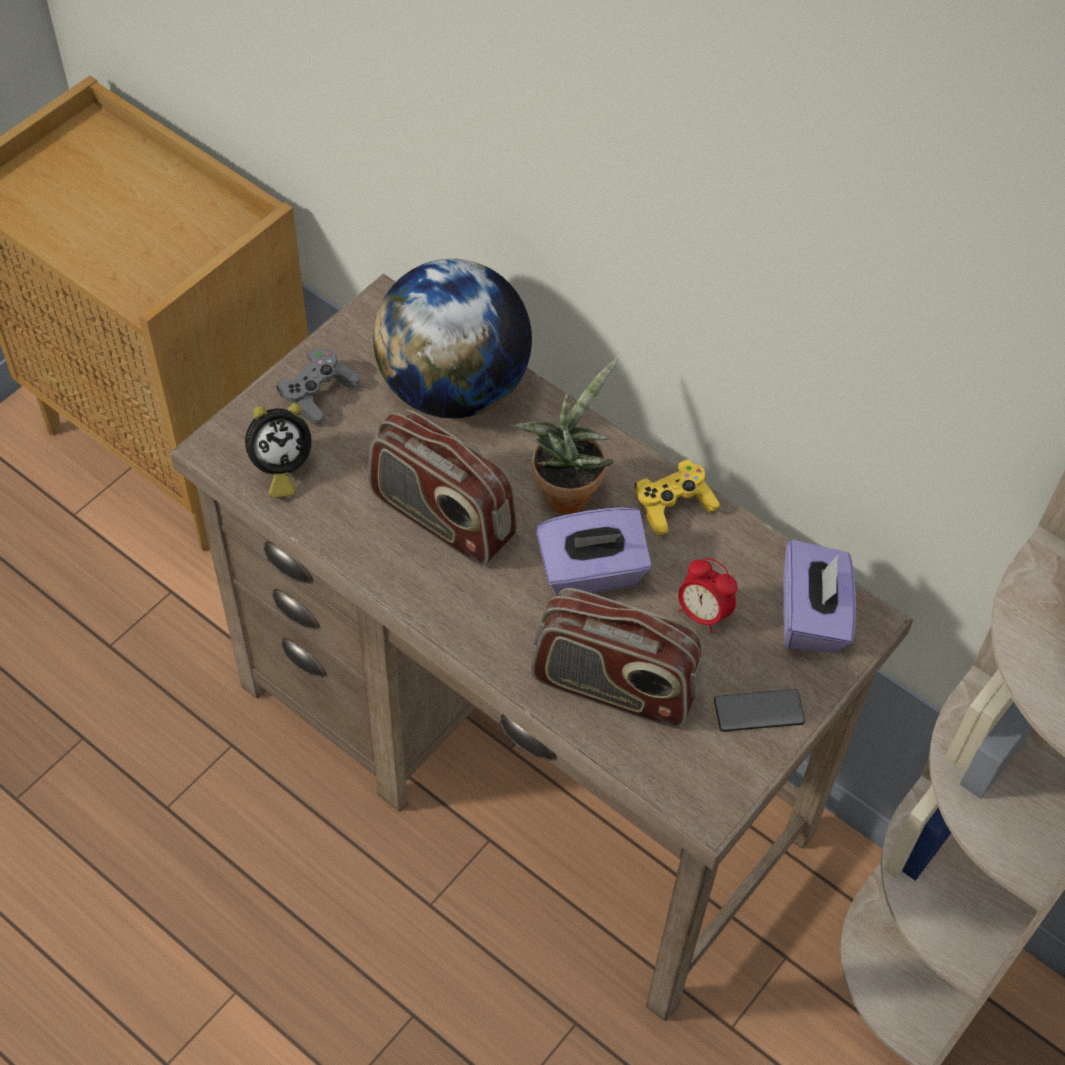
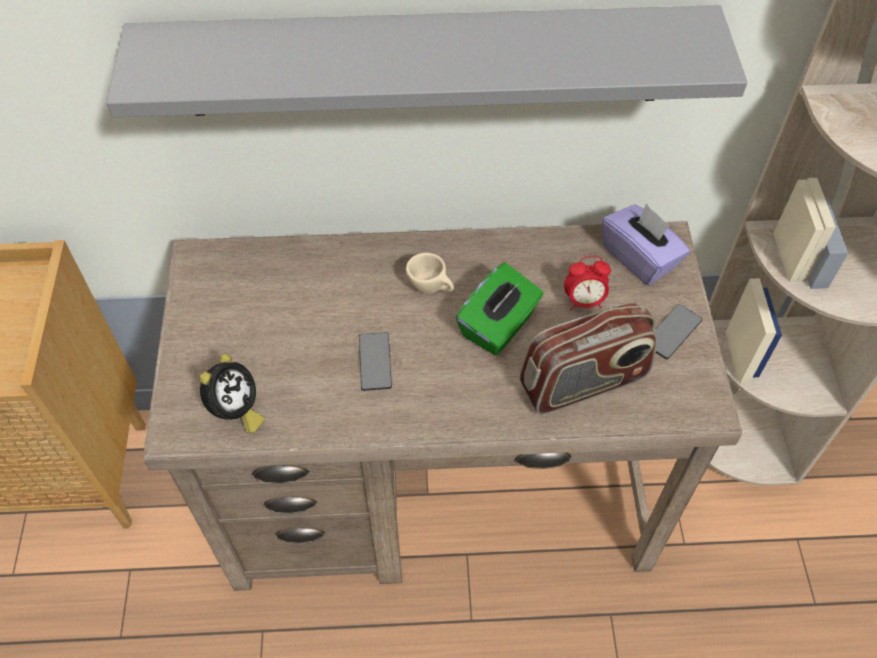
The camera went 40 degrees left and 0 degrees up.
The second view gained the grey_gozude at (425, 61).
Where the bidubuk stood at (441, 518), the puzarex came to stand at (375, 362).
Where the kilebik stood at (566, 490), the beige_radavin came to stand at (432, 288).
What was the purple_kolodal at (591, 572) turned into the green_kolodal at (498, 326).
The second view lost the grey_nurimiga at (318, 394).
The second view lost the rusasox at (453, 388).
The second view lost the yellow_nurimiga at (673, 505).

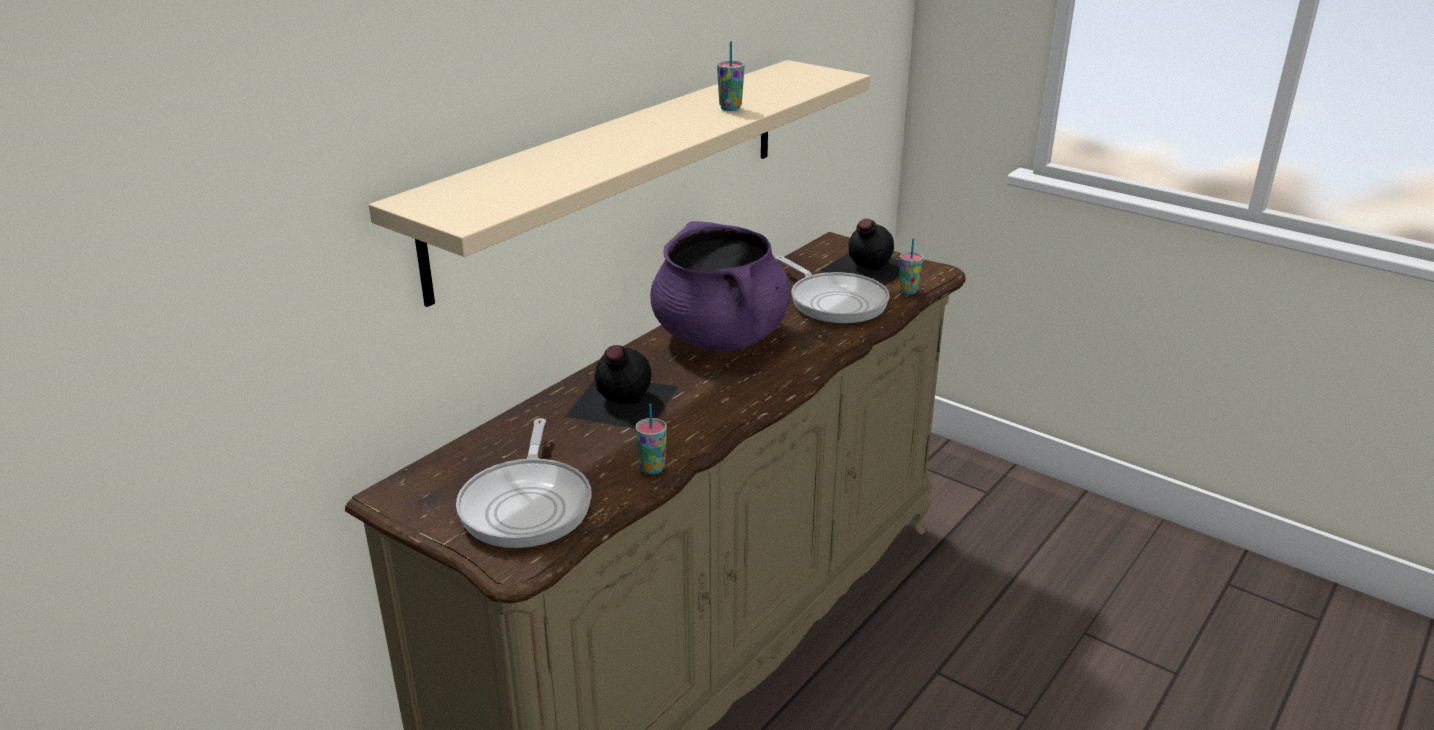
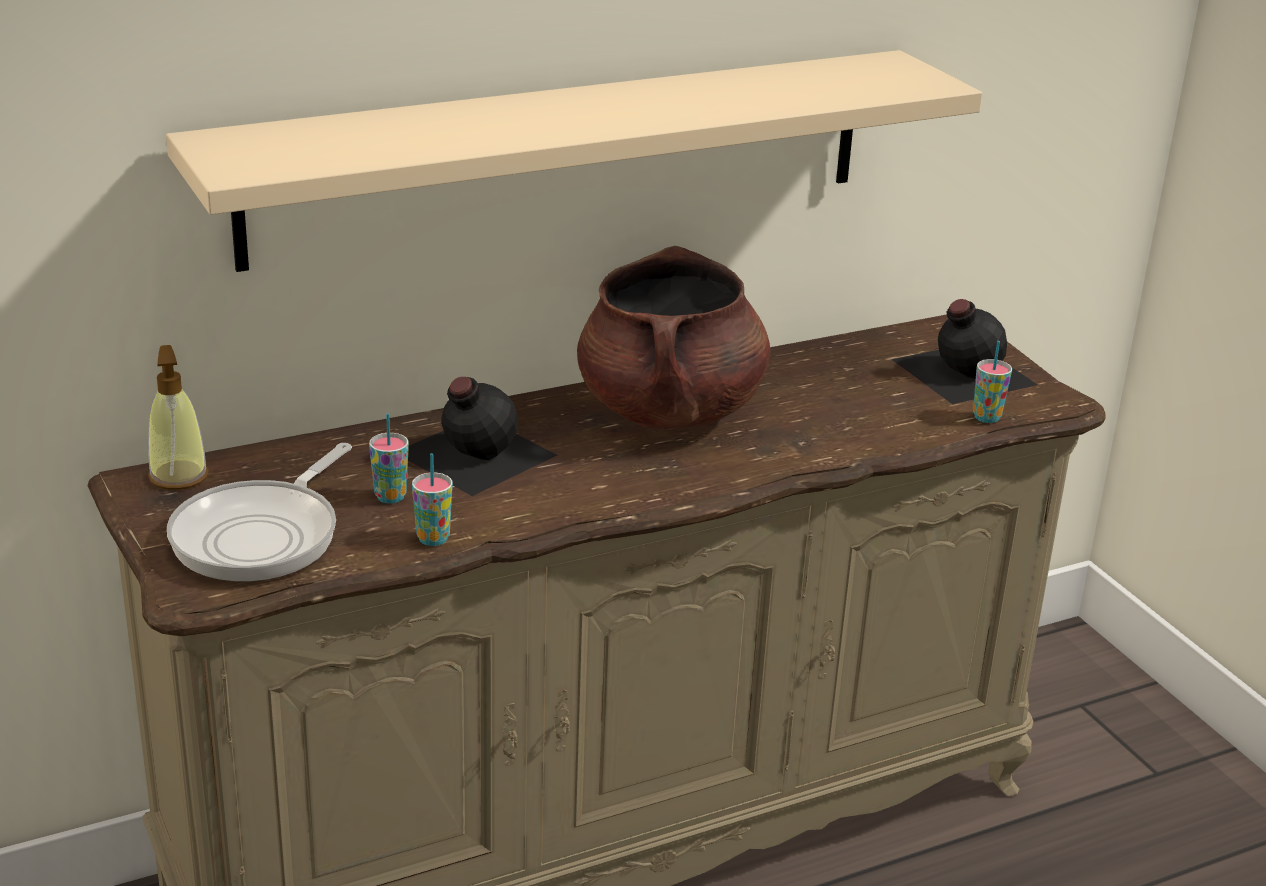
The camera went 25 degrees right and 0 degrees up.
The second view gained the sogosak at (178, 476).
The radavin ended up elsewhere, having gone from (730, 108) to (390, 497).
What was the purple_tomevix at (721, 337) turned into the brown_tomevix at (670, 411).
The second view lost the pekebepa at (834, 302).

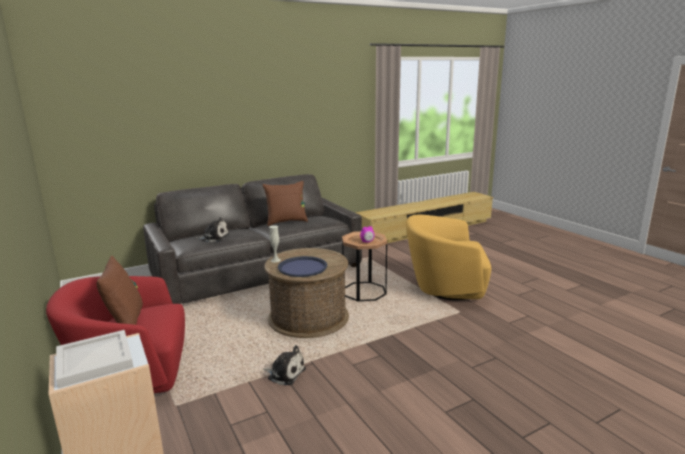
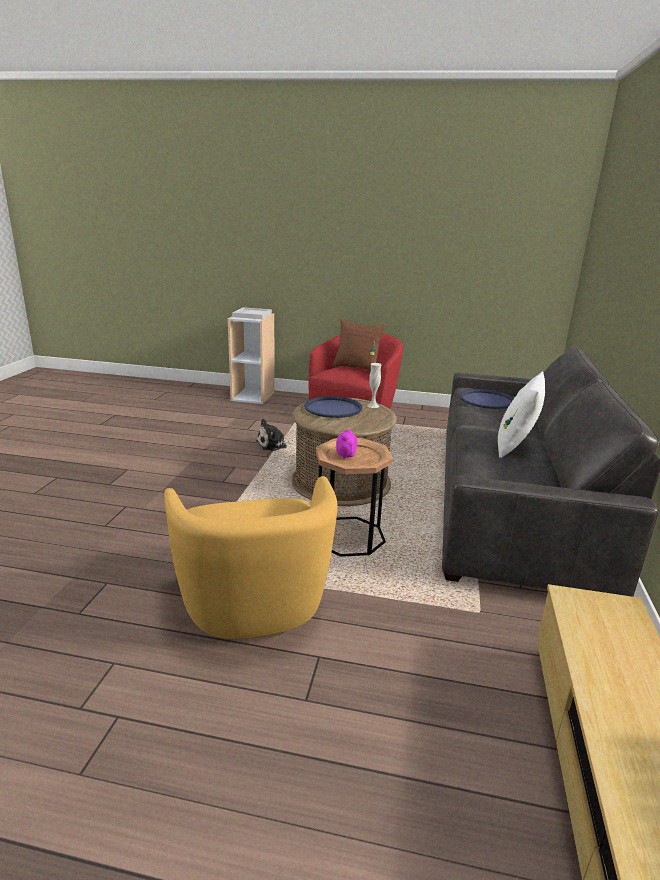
The camera went 130 degrees right and 5 degrees up.
The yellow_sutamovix at (445, 288) ended up facing another way, 120 degrees clockwise from before.
Where the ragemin stood at (214, 238), the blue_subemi came to stand at (487, 400).
What was the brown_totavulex at (286, 222) turned into the white_totavulex at (515, 446).

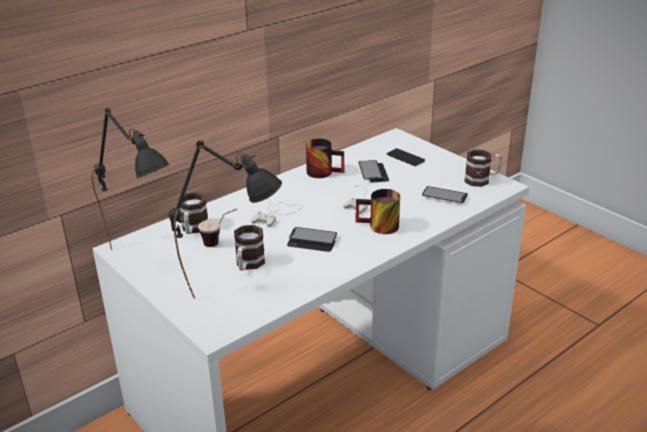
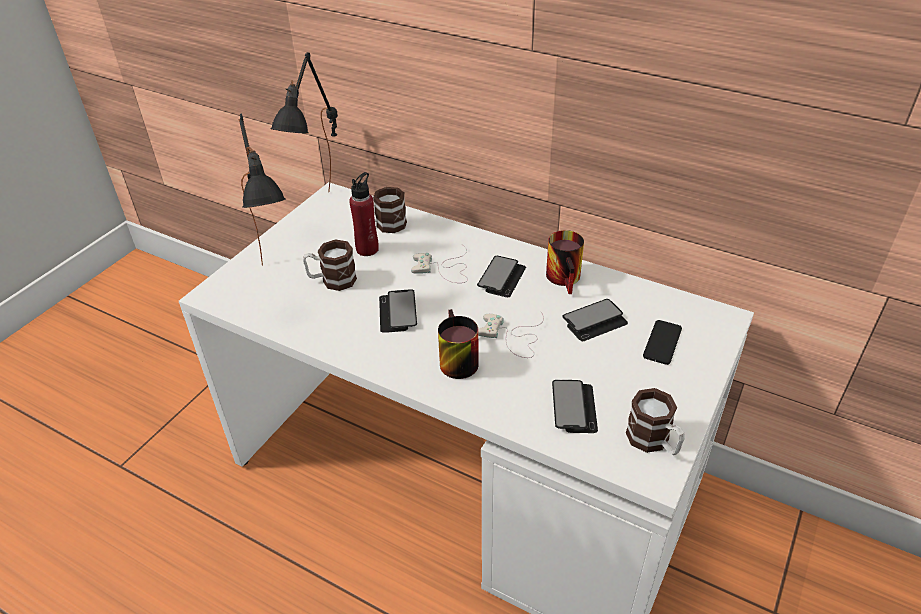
The camera went 70 degrees right and 10 degrees up.
Where the radavin stood at (220, 242), the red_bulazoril came to stand at (367, 249).
The second view gained the puzarex at (502, 278).

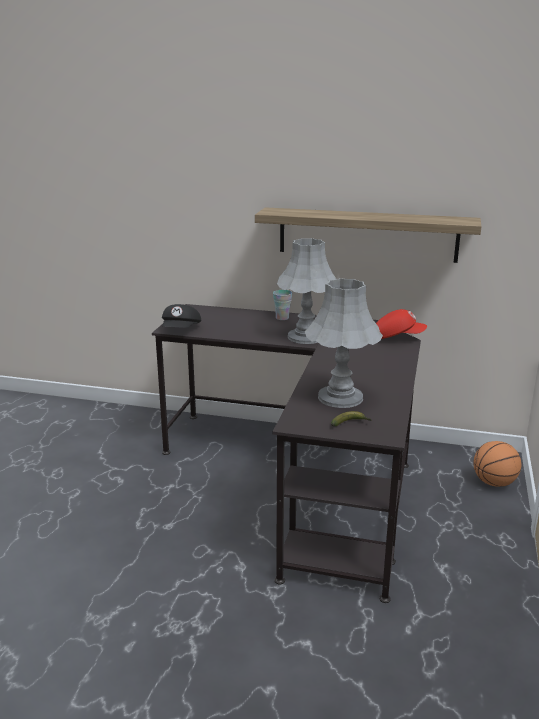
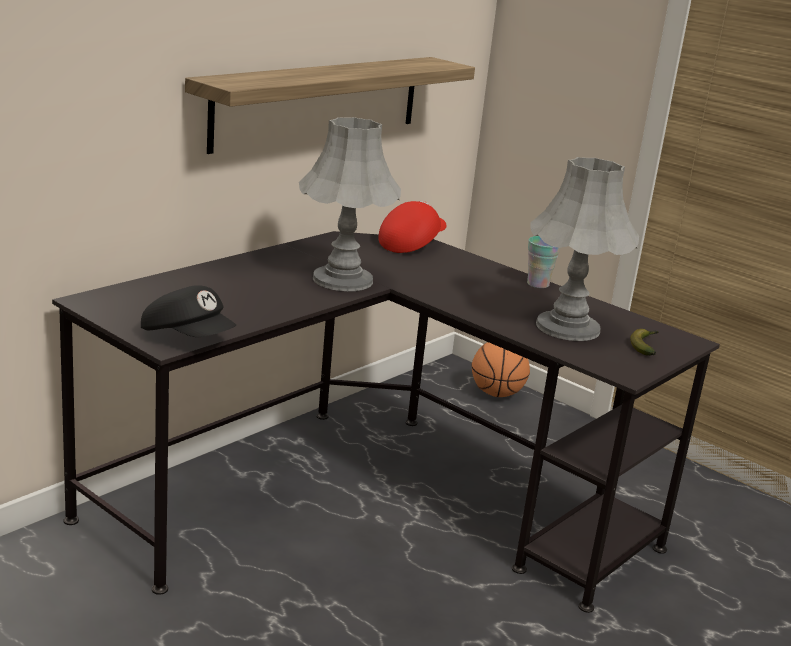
The camera went 65 degrees left and 0 degrees up.
The radavin ended up elsewhere, having gone from (282, 318) to (538, 284).

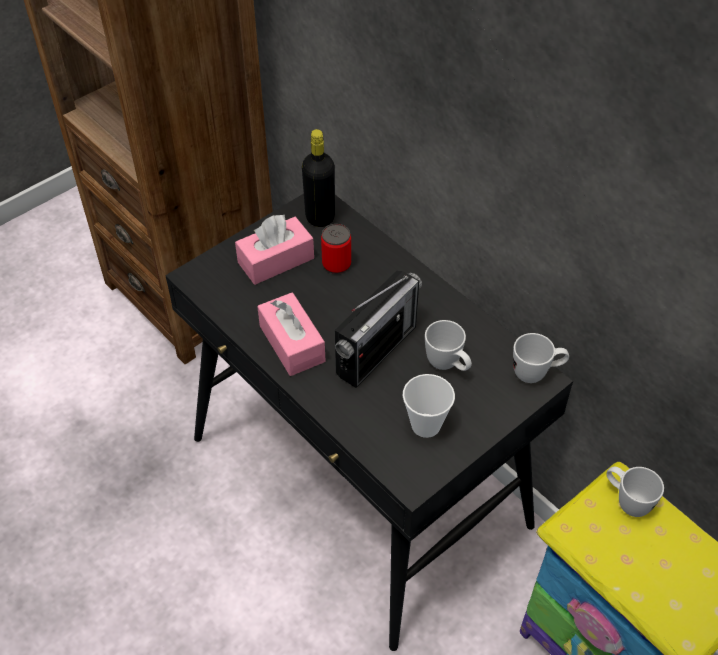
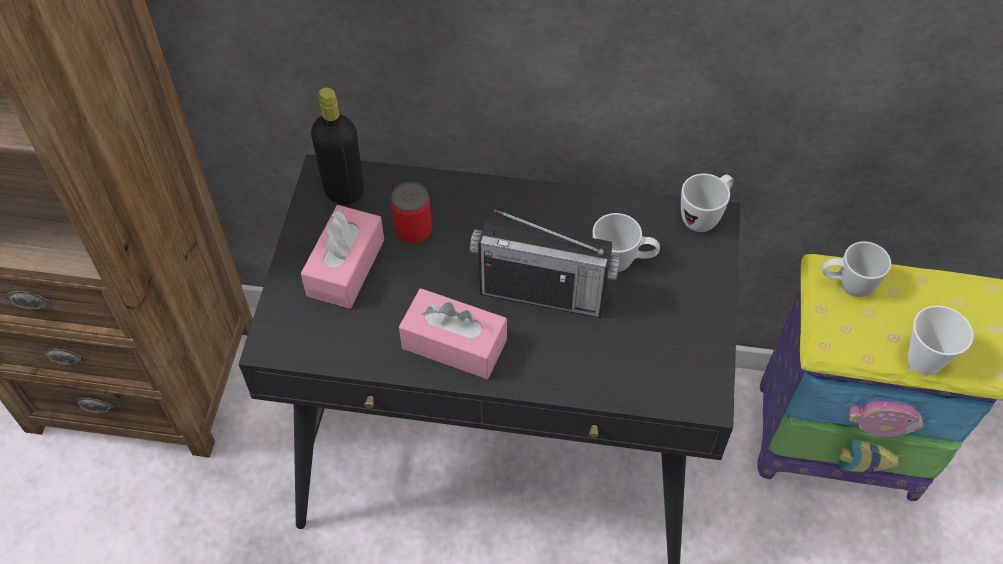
The camera went 40 degrees left and 5 degrees up.
The bidubuk at (376, 350) ended up facing another way, 105 degrees clockwise from before.
The radavin ended up elsewhere, having gone from (426, 425) to (924, 361).

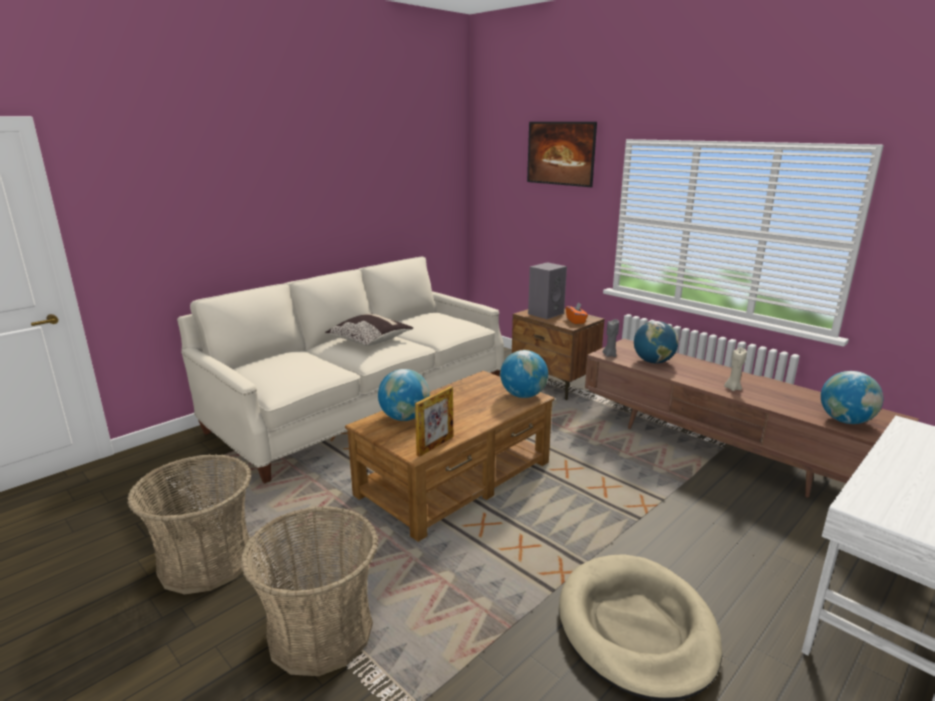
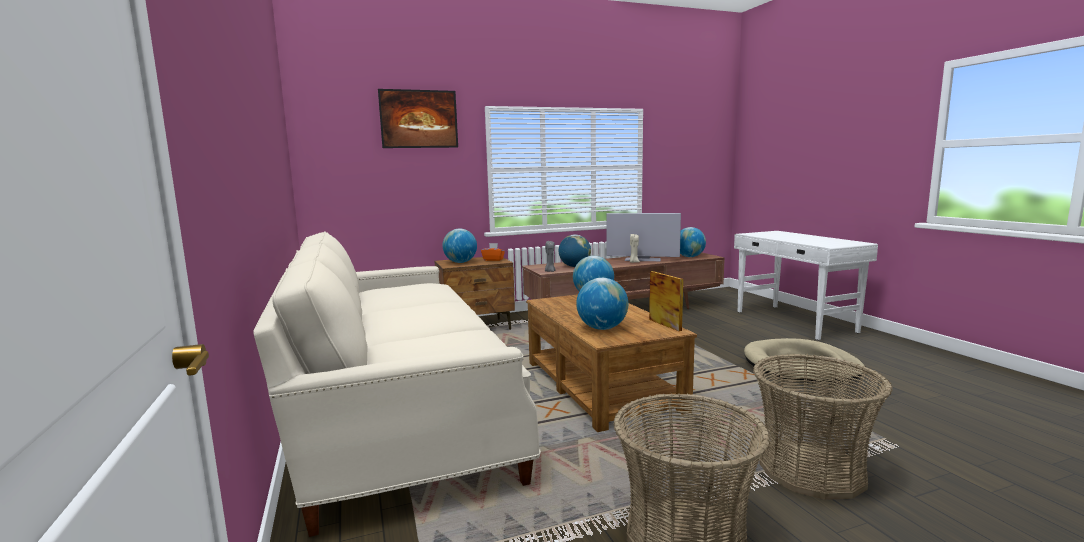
The camera went 65 degrees left and 10 degrees down.
Where the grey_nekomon stood at (546, 313), the rusasox came to stand at (460, 262).
The second view gained the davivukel at (642, 260).
The second view lost the totavulex at (370, 340).

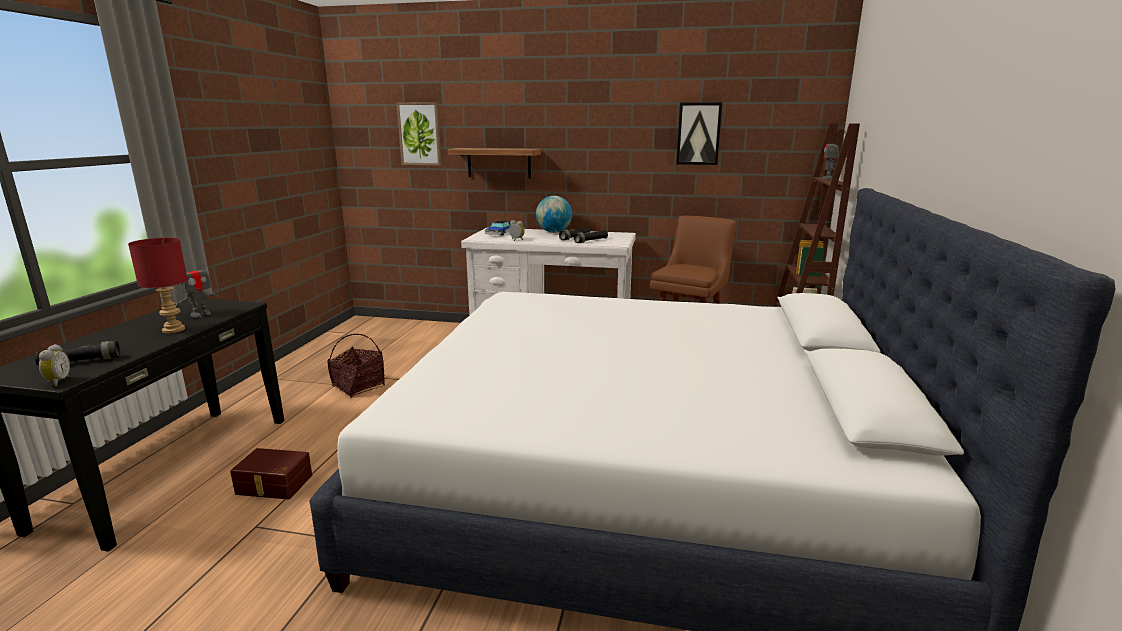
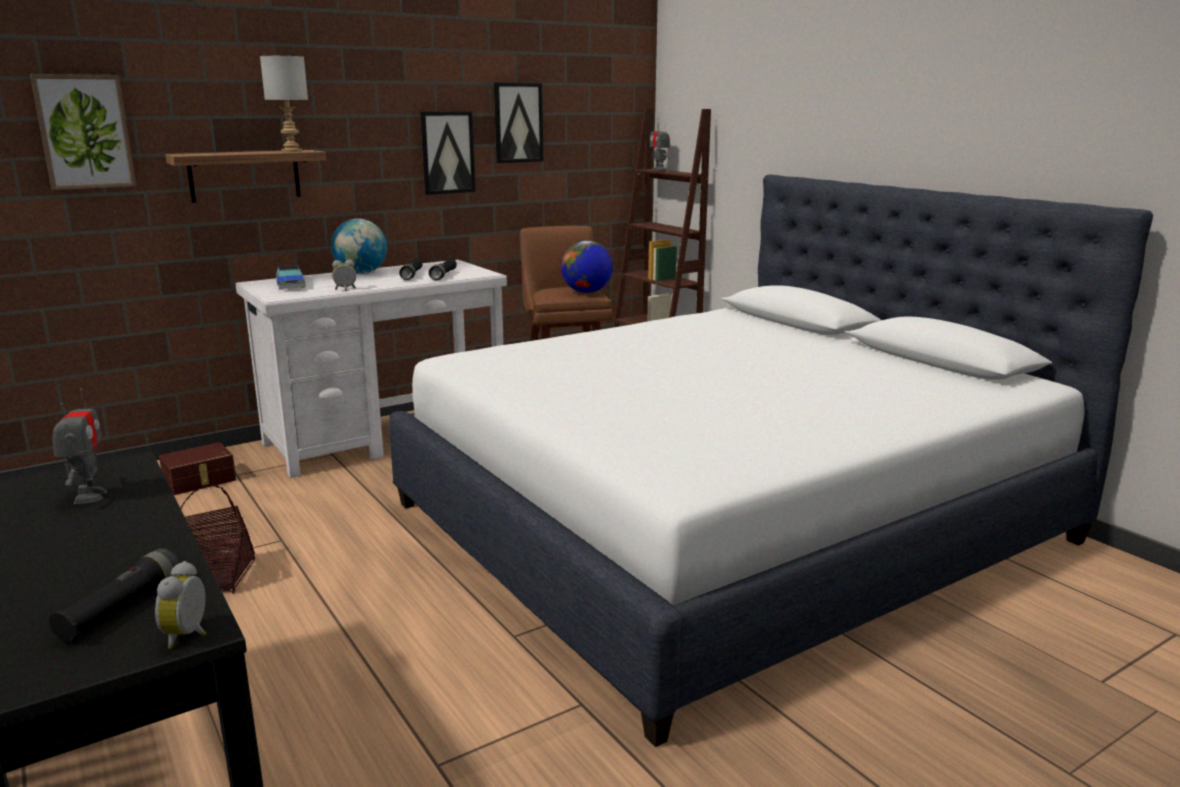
The camera went 45 degrees left and 0 degrees up.
The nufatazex at (57, 382) ended up facing another way, 120 degrees counterclockwise from before.
The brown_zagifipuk ended up elsewhere, having gone from (273, 485) to (200, 481).
The second view gained the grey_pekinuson at (290, 151).
The second view gained the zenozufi at (447, 152).
The second view gained the rusasox at (586, 292).
The second view lost the red_pekinuson at (173, 330).

